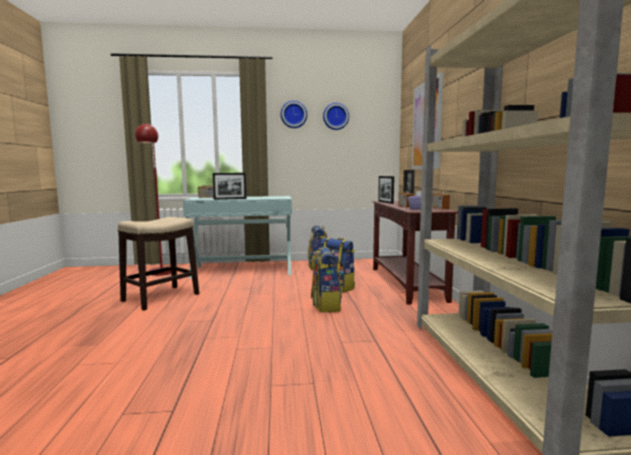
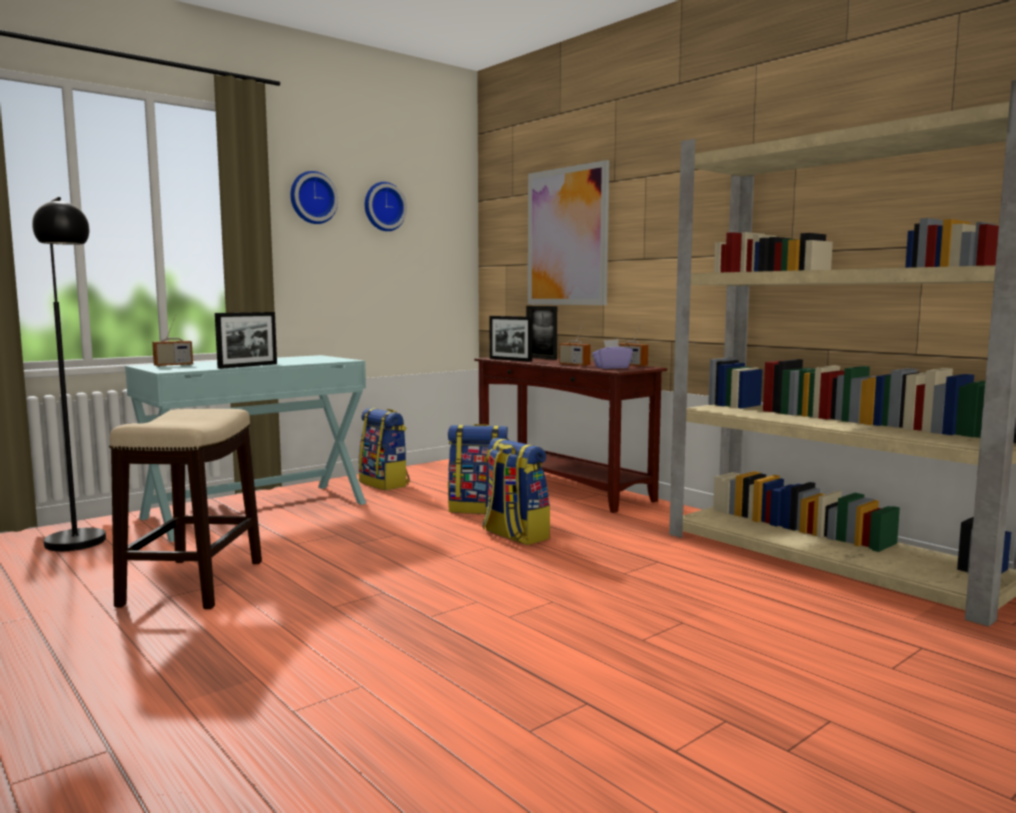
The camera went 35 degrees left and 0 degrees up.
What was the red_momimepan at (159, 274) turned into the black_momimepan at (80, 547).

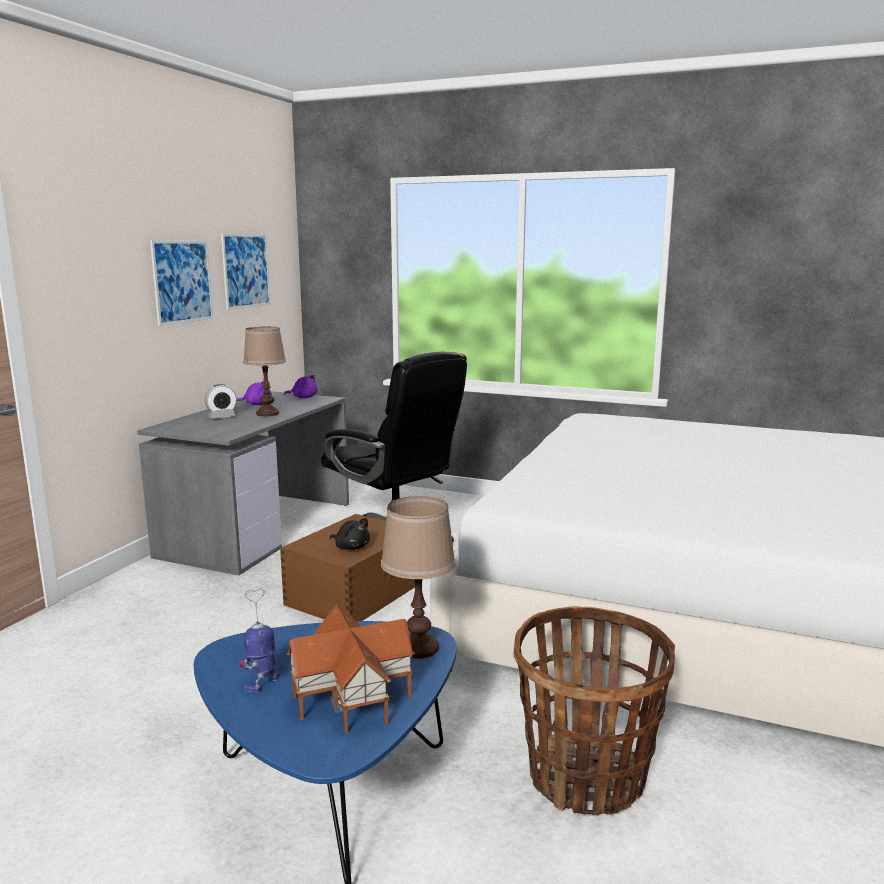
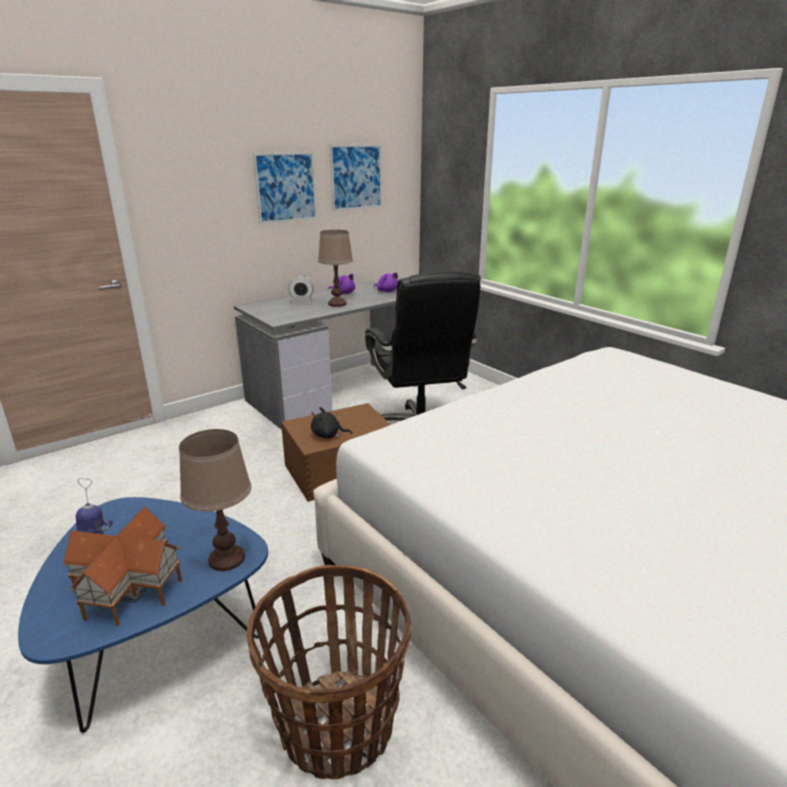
The camera went 30 degrees right and 10 degrees up.
The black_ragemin at (351, 547) ended up facing another way, 120 degrees clockwise from before.

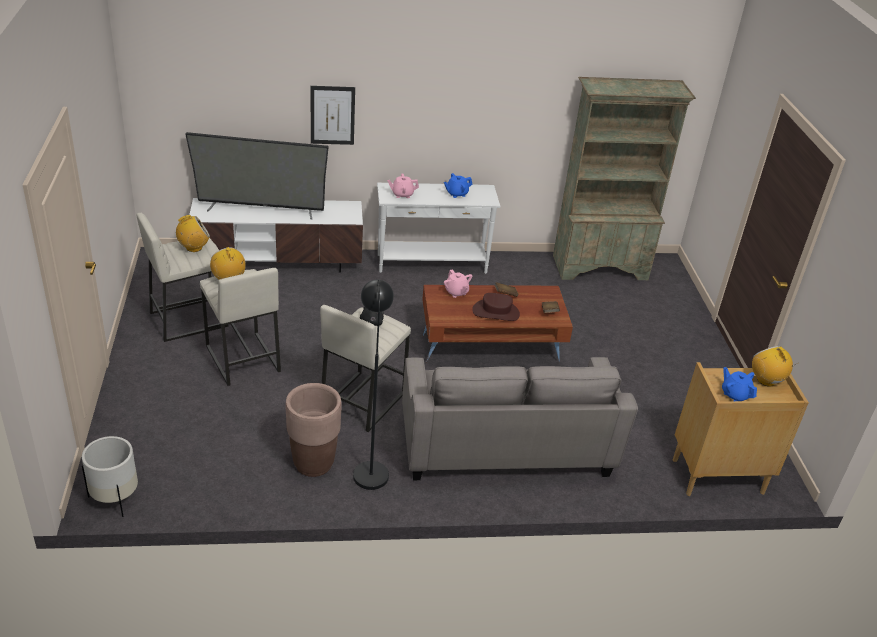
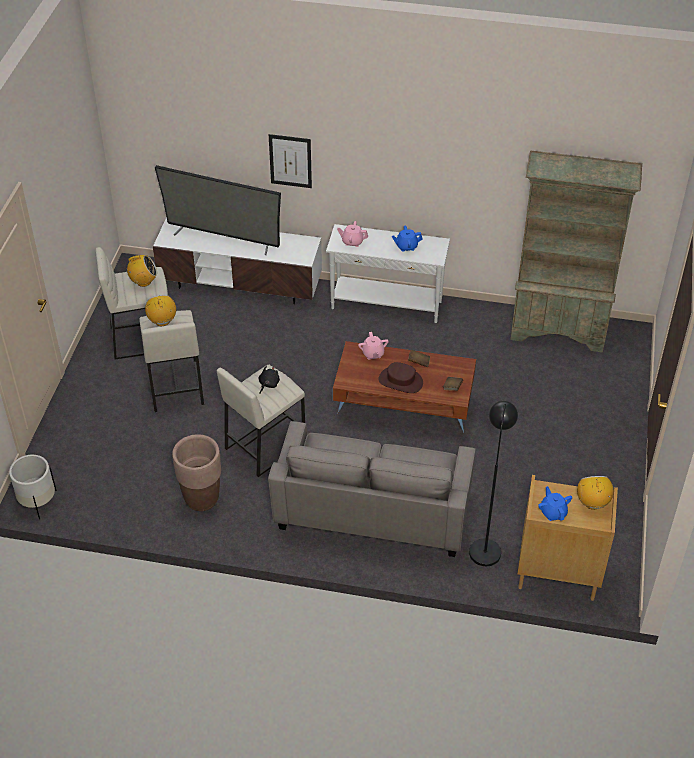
The camera went 20 degrees right and 10 degrees up.
The black_momimepan ended up elsewhere, having gone from (370, 468) to (485, 545).

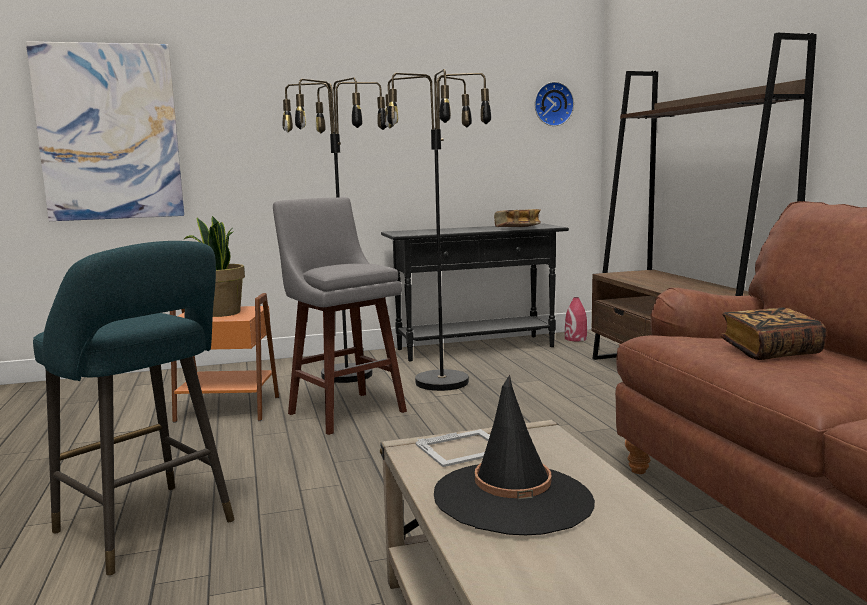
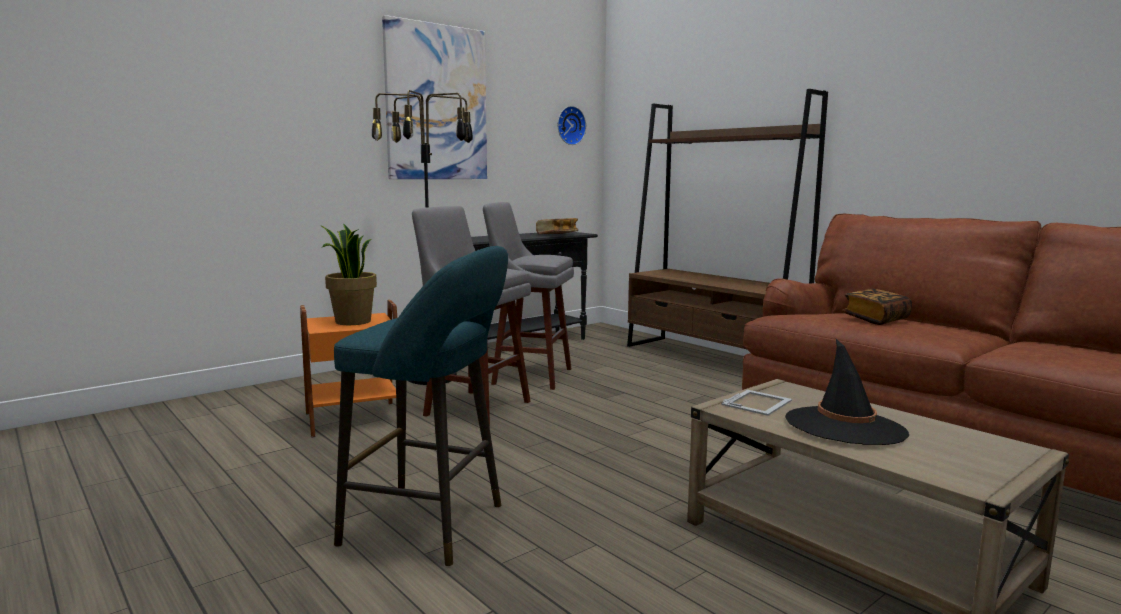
The camera went 25 degrees left and 0 degrees up.
The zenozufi ended up elsewhere, having gone from (109, 132) to (436, 103).
Where the momimepan stood at (441, 383), the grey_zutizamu came to stand at (529, 376).
The second view lost the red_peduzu at (575, 339).

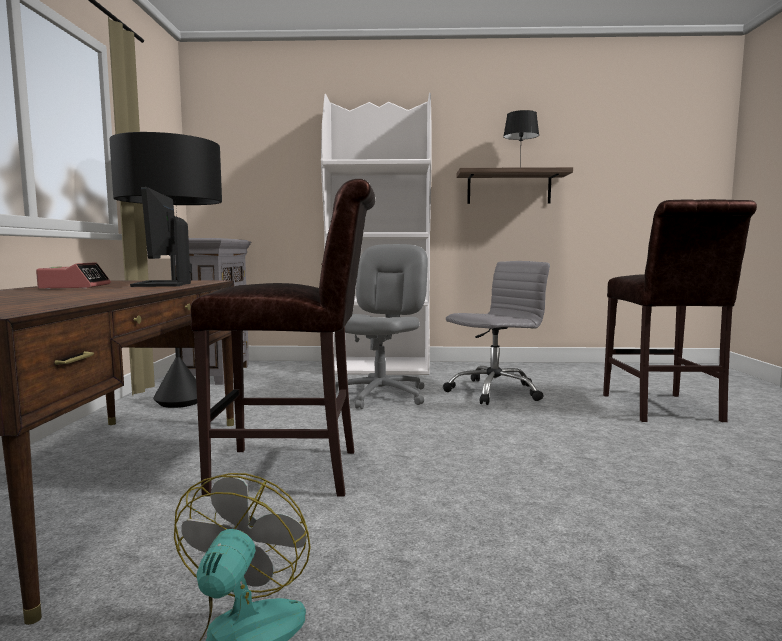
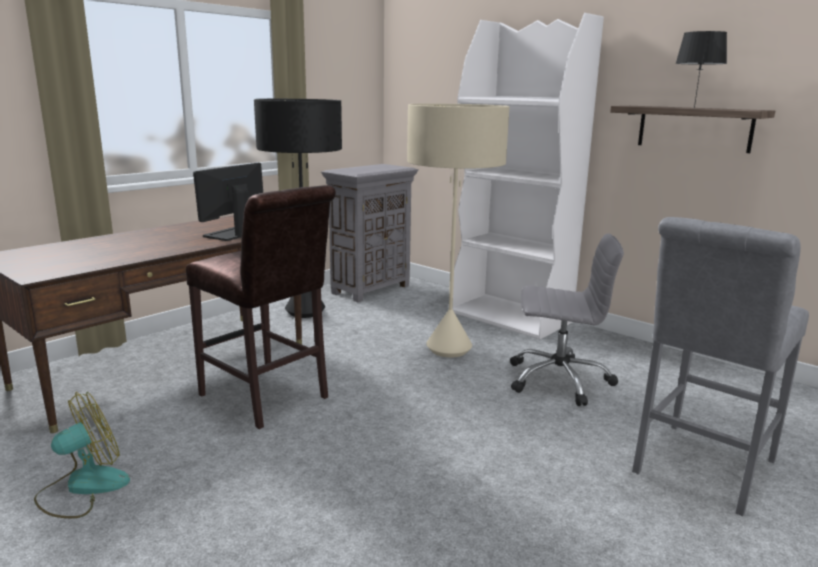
The camera went 40 degrees right and 10 degrees up.
Where the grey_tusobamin stood at (380, 395), the beige_momimepan came to stand at (449, 350).
What was the brown_zutizamu at (662, 409) turned into the grey_zutizamu at (699, 469).
The second view lost the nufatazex at (75, 287).

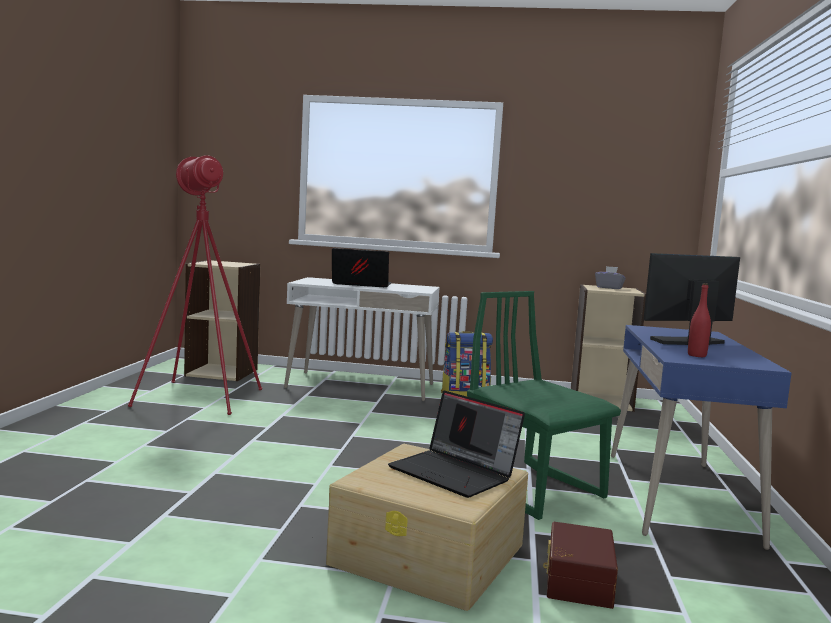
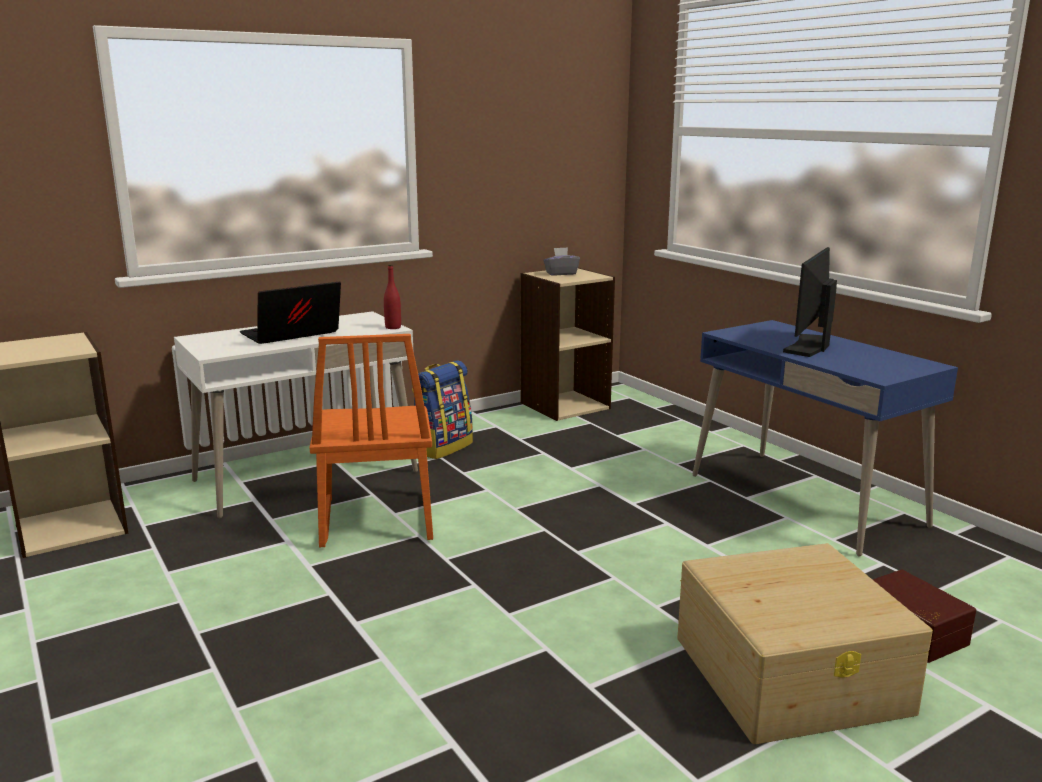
The camera went 40 degrees left and 10 degrees up.
The second view gained the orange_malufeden at (375, 520).
The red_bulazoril ended up elsewhere, having gone from (697, 355) to (393, 327).
The second view lost the red_momimepan at (198, 397).
The second view lost the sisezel at (455, 473).
The second view lost the green_malufeden at (533, 490).

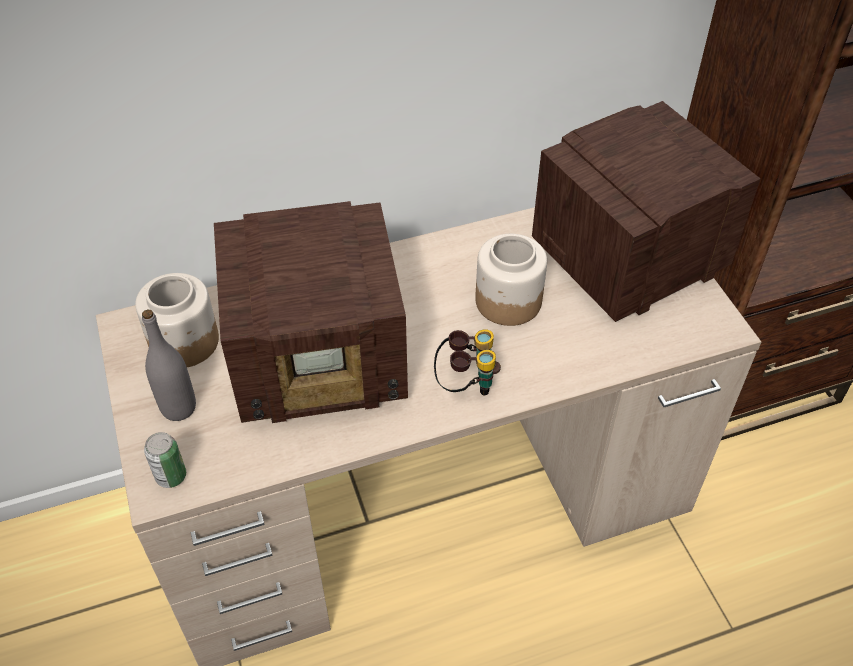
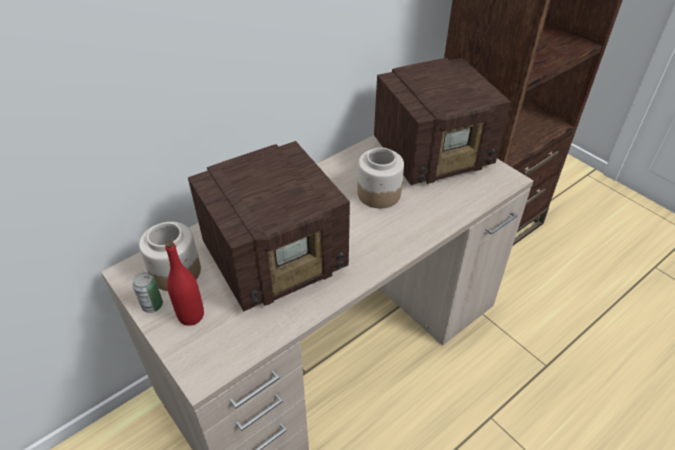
The camera went 20 degrees left and 5 degrees down.
The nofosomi ended up elsewhere, having gone from (171, 476) to (152, 305).
What was the grey_bulazoril at (178, 408) turned into the red_bulazoril at (191, 316).
The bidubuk at (625, 258) ended up facing another way, 150 degrees counterclockwise from before.
The second view lost the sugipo at (466, 384).

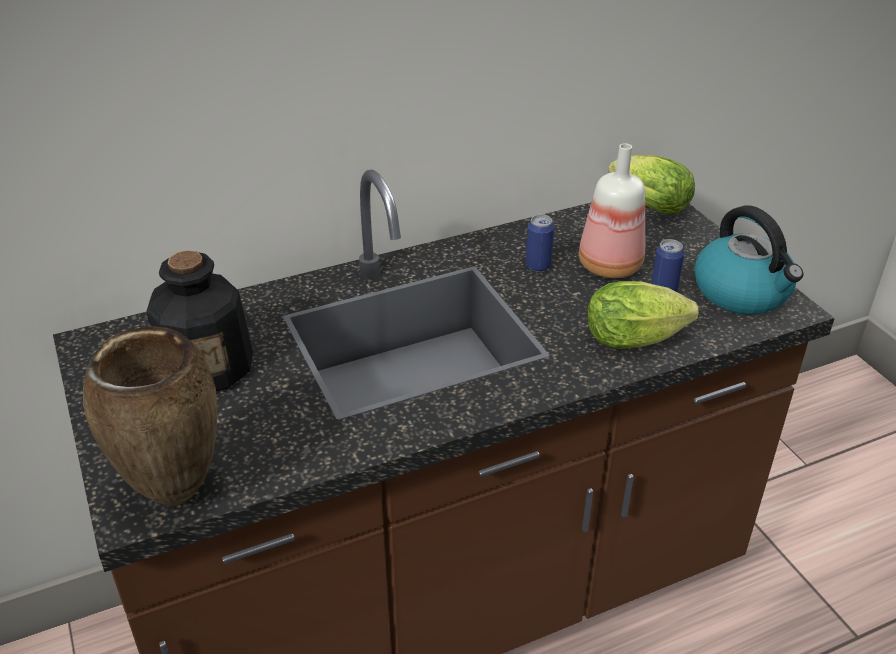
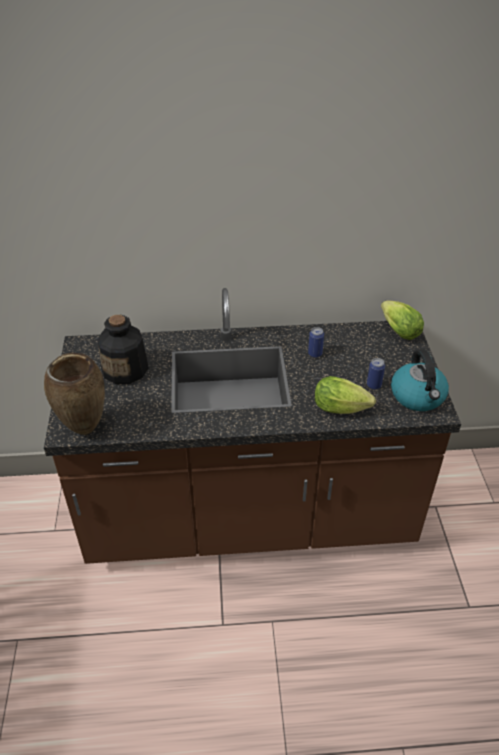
The camera went 20 degrees right and 5 degrees up.
The second view lost the bulazoril at (608, 266).

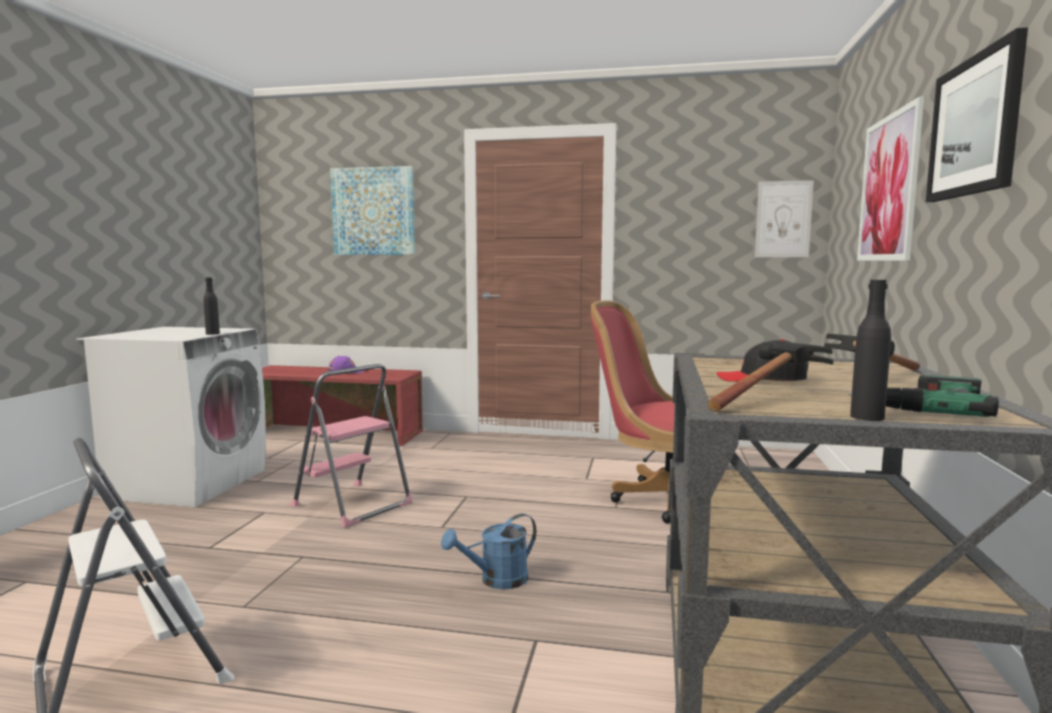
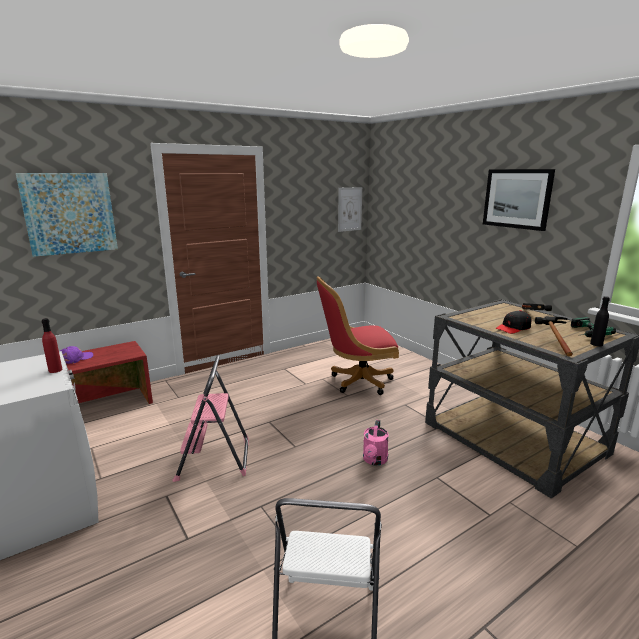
The camera went 45 degrees left and 10 degrees up.
What was the black_bulazoril at (212, 334) turned into the red_bulazoril at (55, 370).
What was the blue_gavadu at (496, 580) turned into the pink_gavadu at (374, 460).
The second view lost the zenozufi at (888, 188).

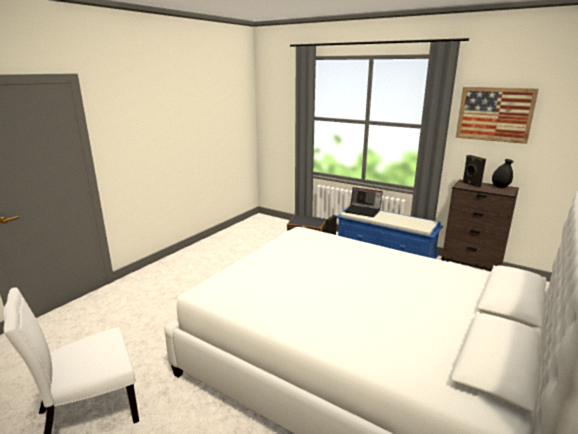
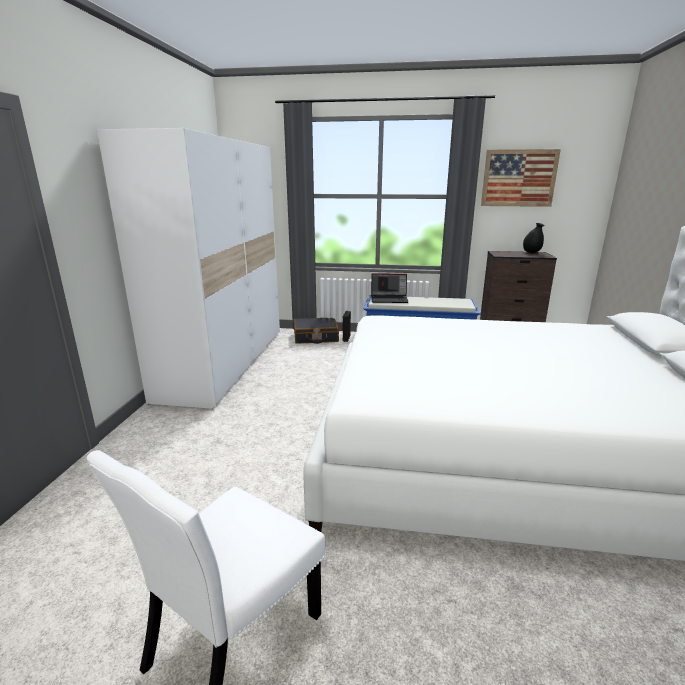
The camera went 25 degrees left and 0 degrees up.
The second view gained the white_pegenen at (225, 362).
The second view lost the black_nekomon at (470, 184).

